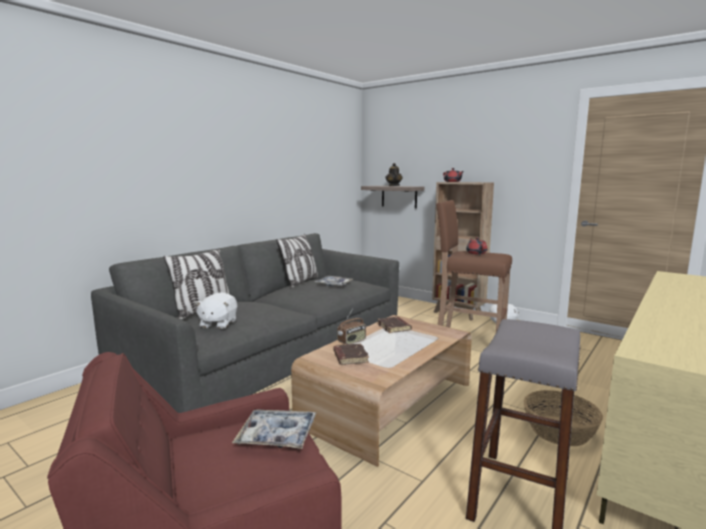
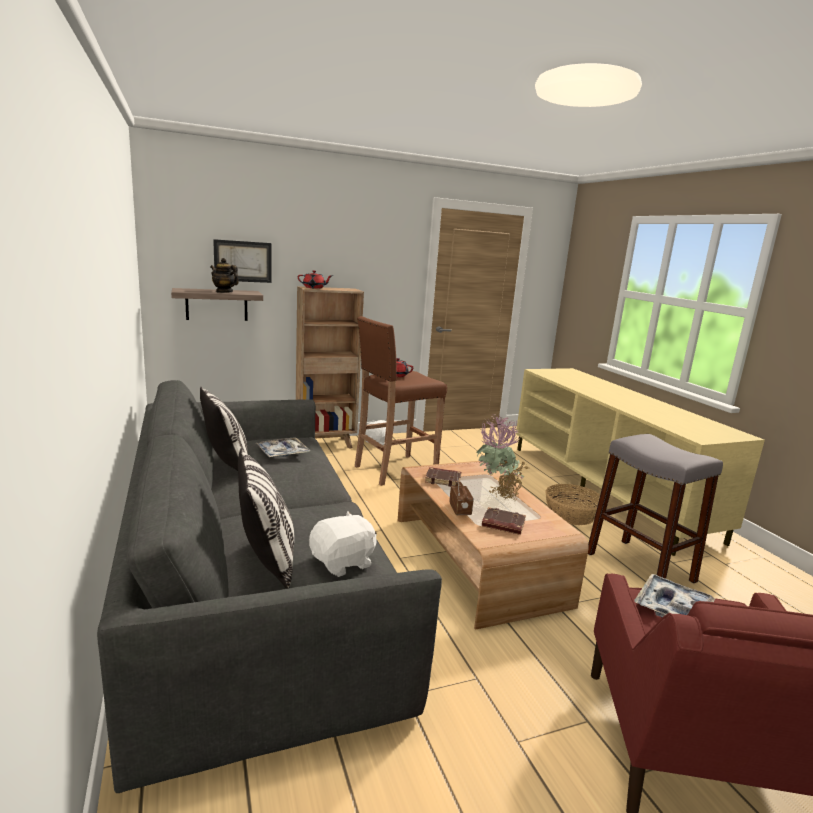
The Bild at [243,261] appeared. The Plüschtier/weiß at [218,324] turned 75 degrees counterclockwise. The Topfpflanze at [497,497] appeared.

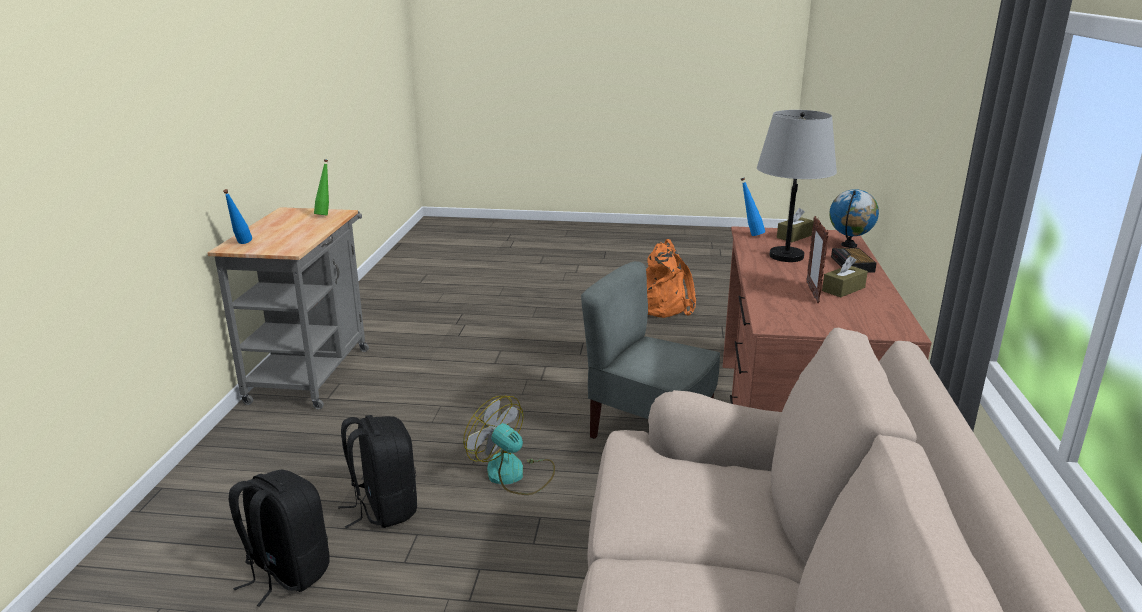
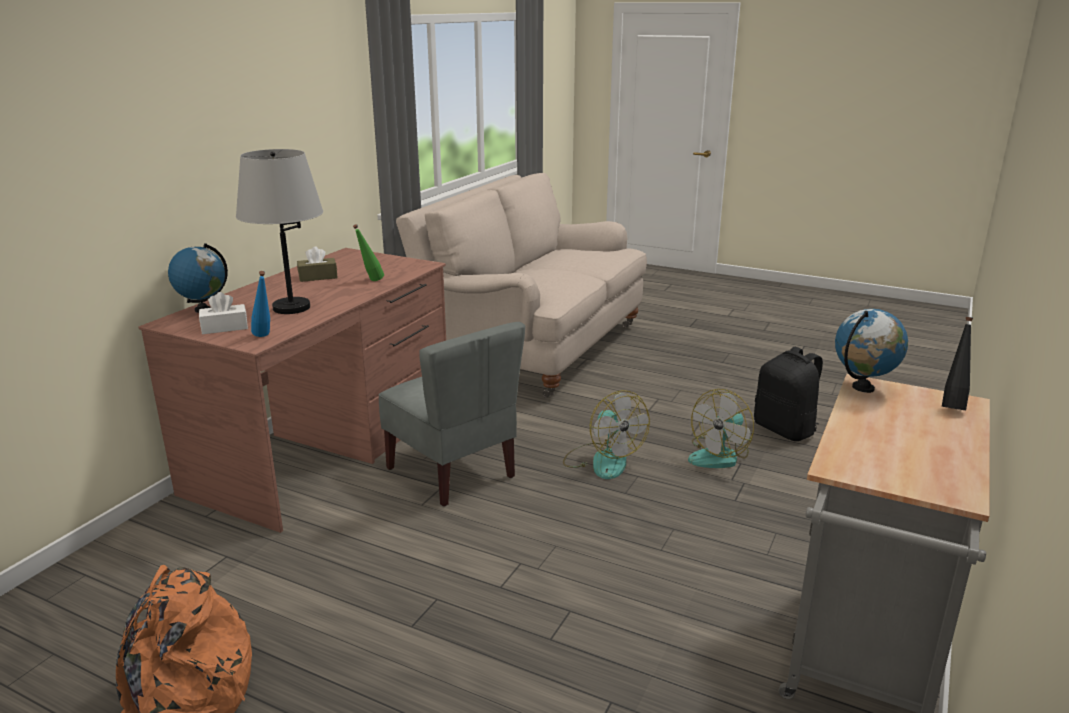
The Taschentuchbox/braun at [794,236] became the Taschentuchbox/weiß at [224,327]. The Flasche/grün moved from [325,214] to [370,281]. The Rucksack/schwarz at [383,508] was replaced by the Ventilator at [719,455]. The Globus at [863,388] appeared. The Flasche/blau at [241,244] became the Flasche/schwarz at [952,406]. The Bilderrahmen at [812,293] disappeared. The Wecker at [852,265] disappeared.

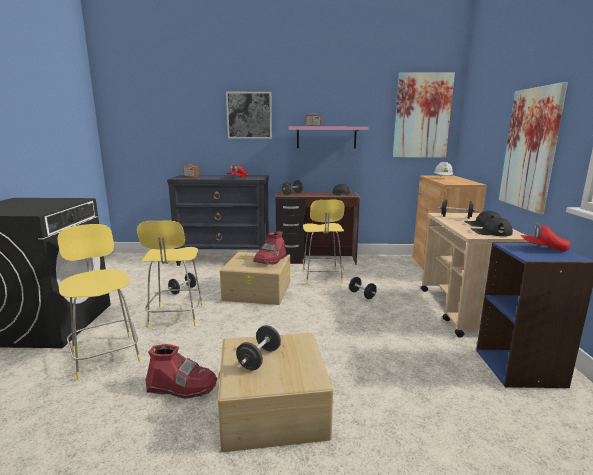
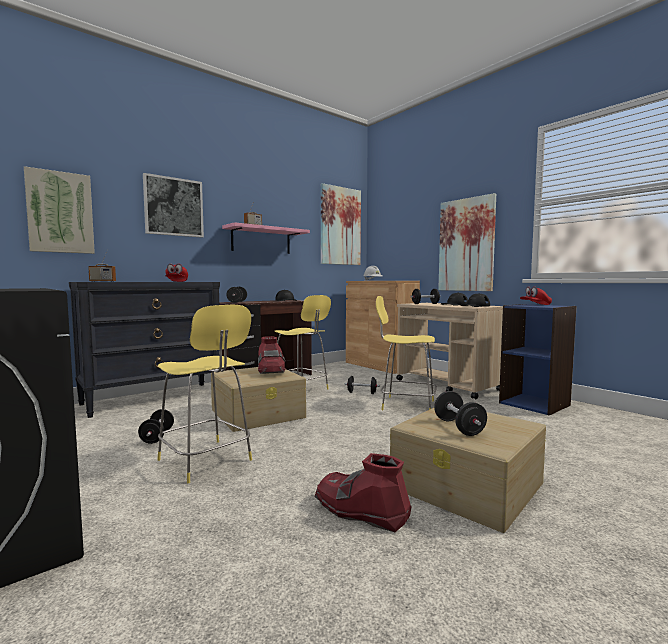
The Bild at [60,212] appeared. The Stiefel/rot at [182,387] turned 120 degrees counterclockwise. The Hocker/gelb moved from [105,355] to [406,405].

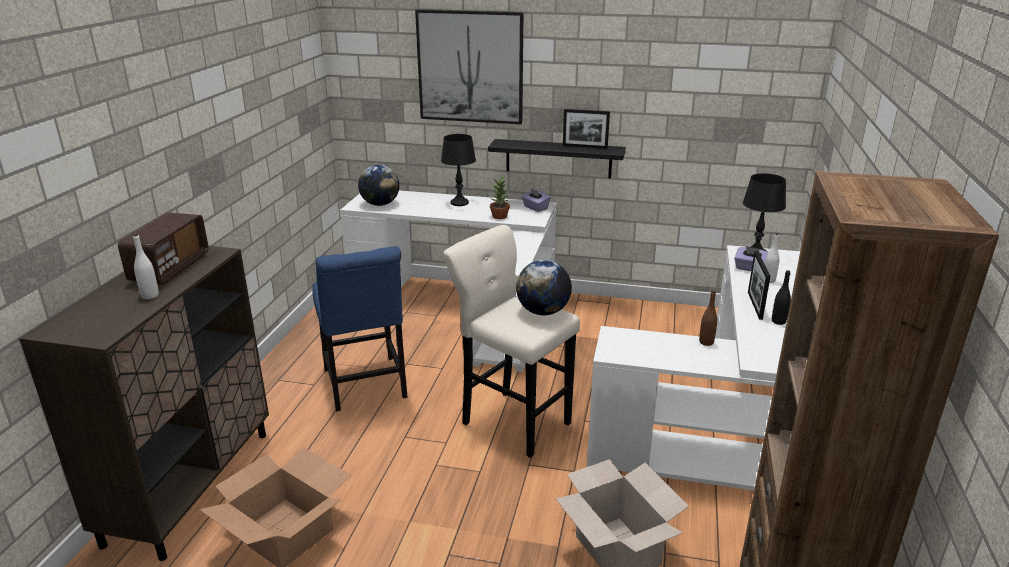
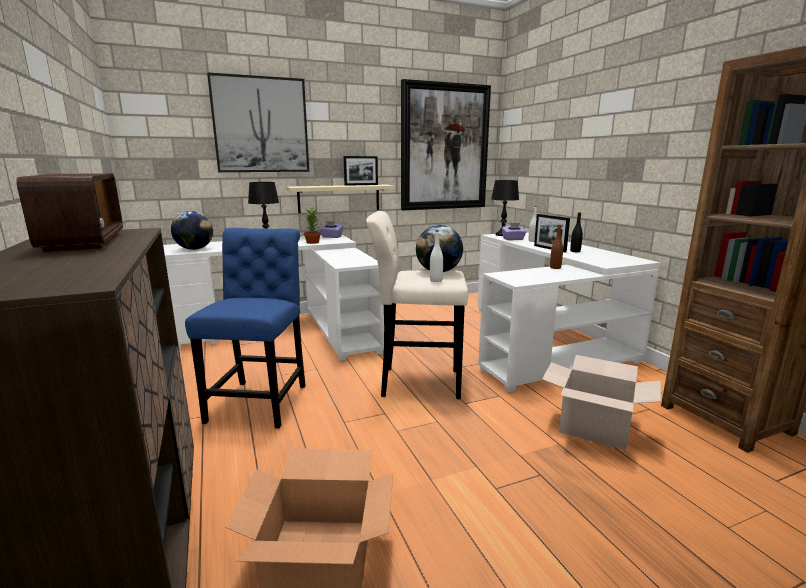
The Stuhl/blau at [365,386] turned 120 degrees counterclockwise. The Wandregal/schwarz at [558,158] became the Wandregal/beige at [339,198]. The Bild at [444,147] appeared. The Flasche/weiß moved from [150,296] to [436,280].

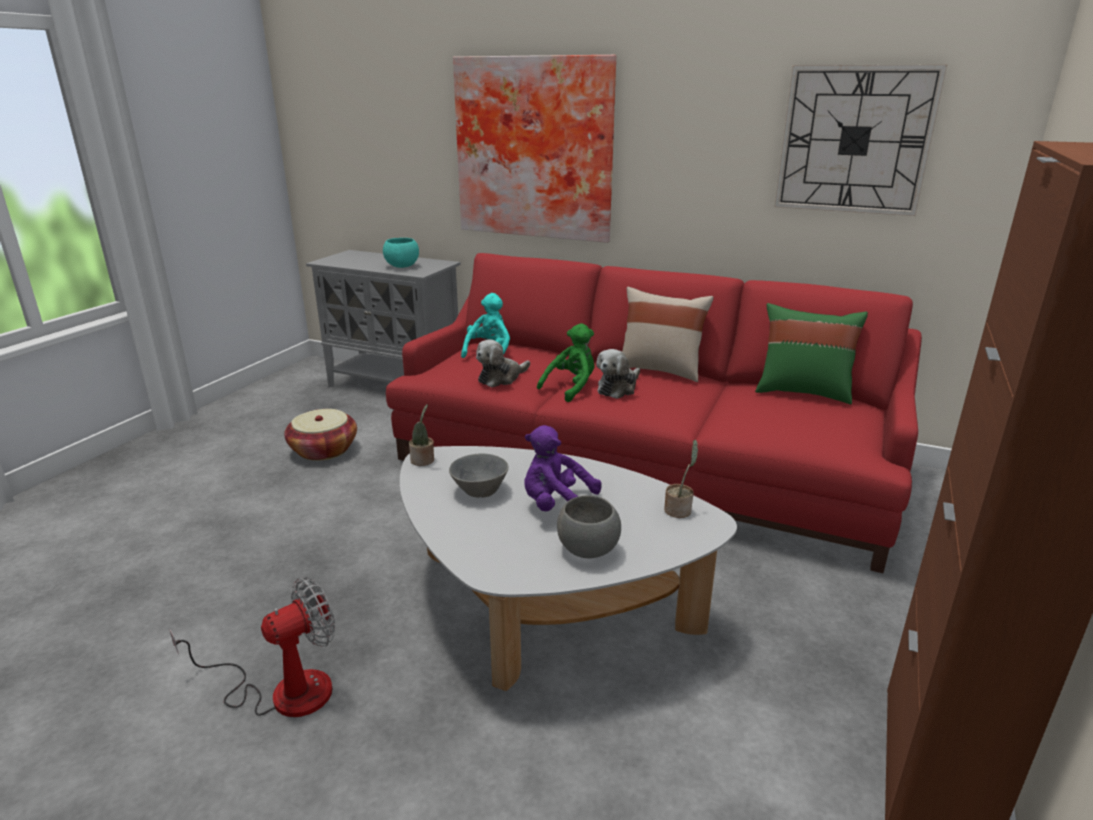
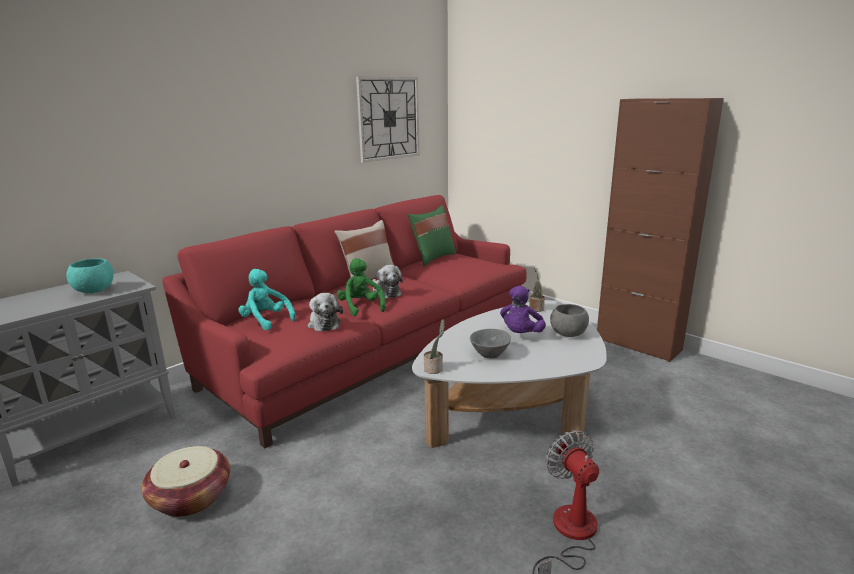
The Bild at [535,149] disappeared.

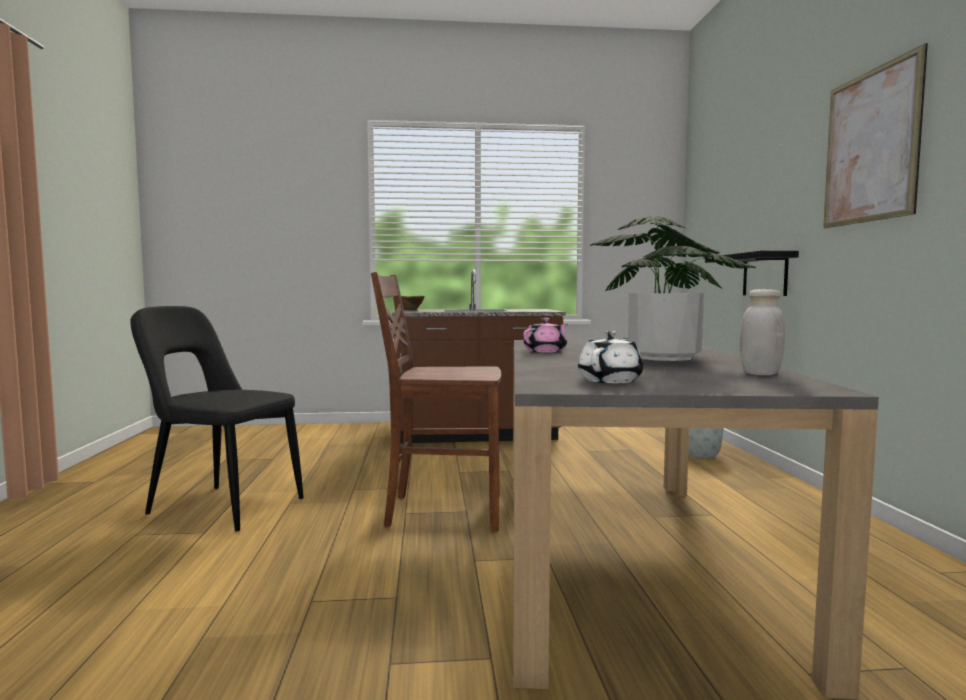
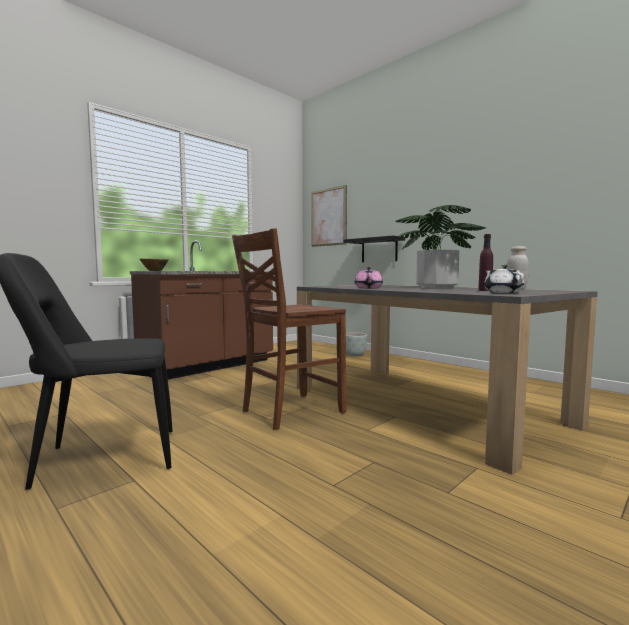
The Bild moved from [870,146] to [328,217]. The Flasche/lila at [485,290] appeared.

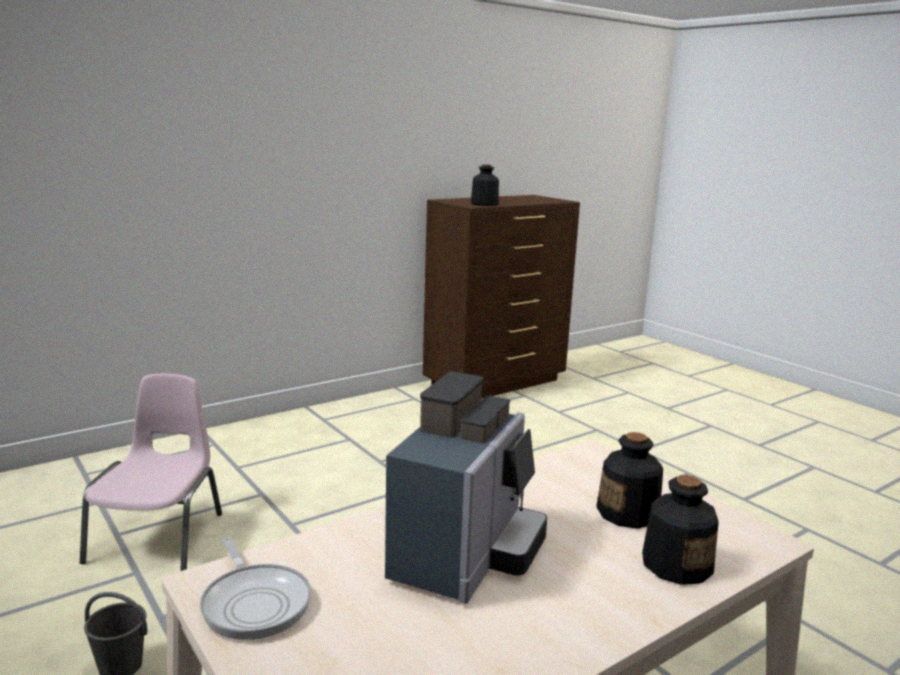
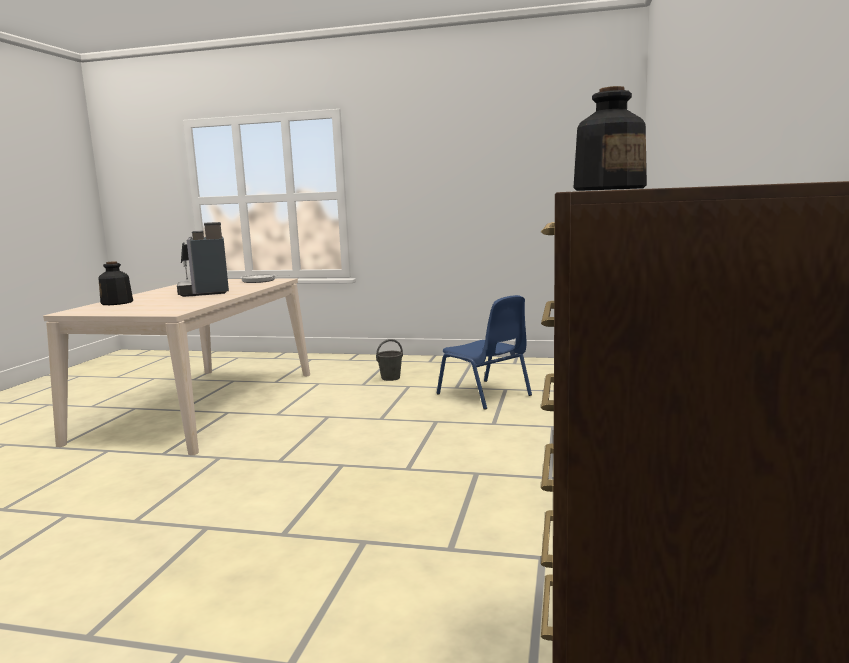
The Stuhl/rosa at [159,536] became the Stuhl/blau at [485,395]. The Flasche at [628,513] disappeared.

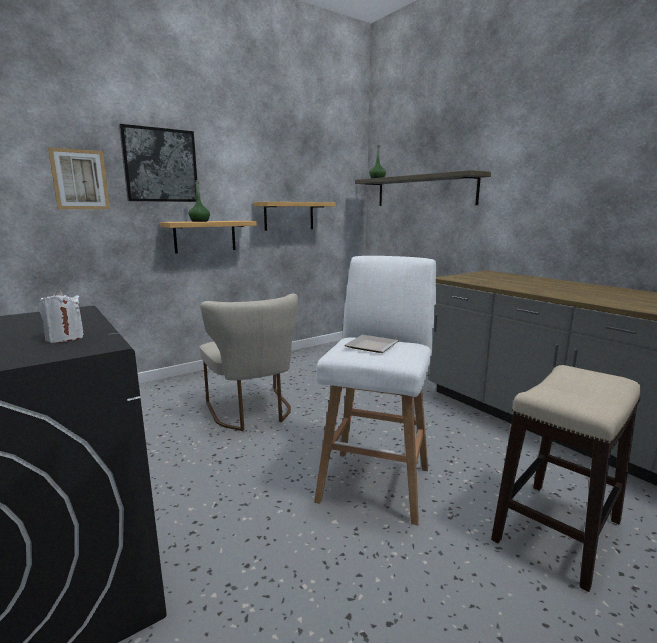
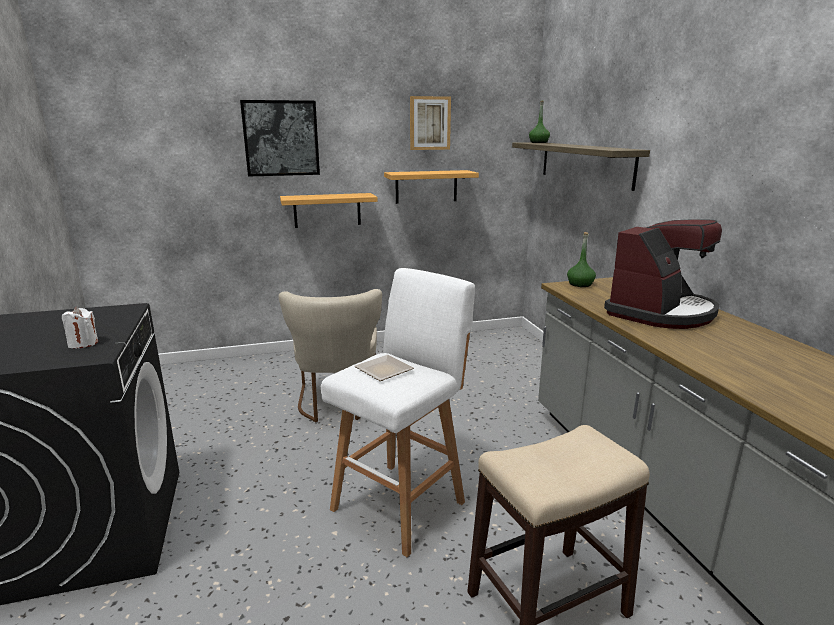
The Bild moved from [80,180] to [429,123]. The Flasche/grün moved from [200,221] to [580,284]. The Kaffeemaschine at [661,312] appeared.

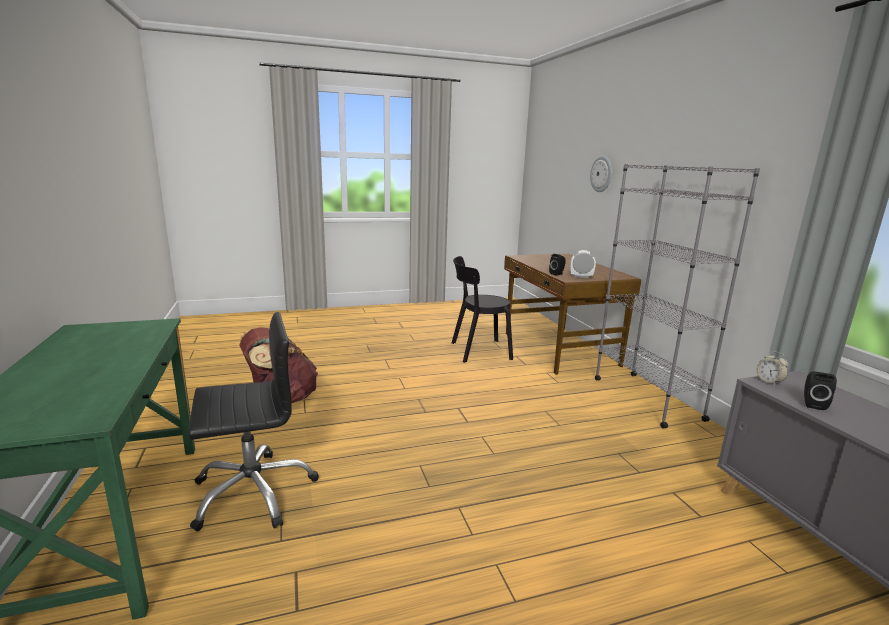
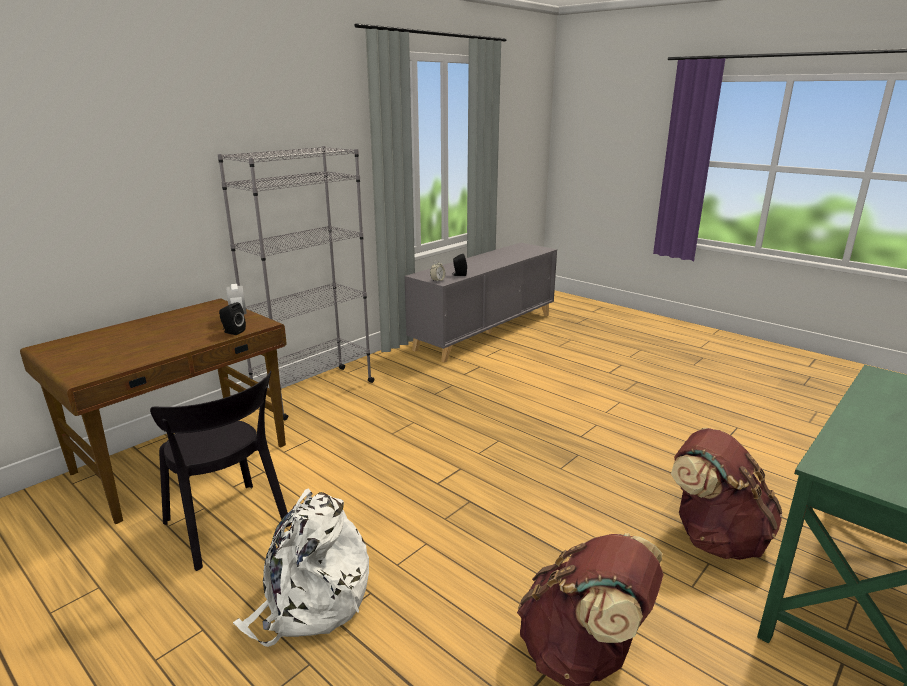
The Rucksack/weiß at [310,601] appeared. The Bürostuhl/schwarz at [253,492] was replaced by the Rucksack/braun at [715,537]. The Wanduhr at [601,174] disappeared.

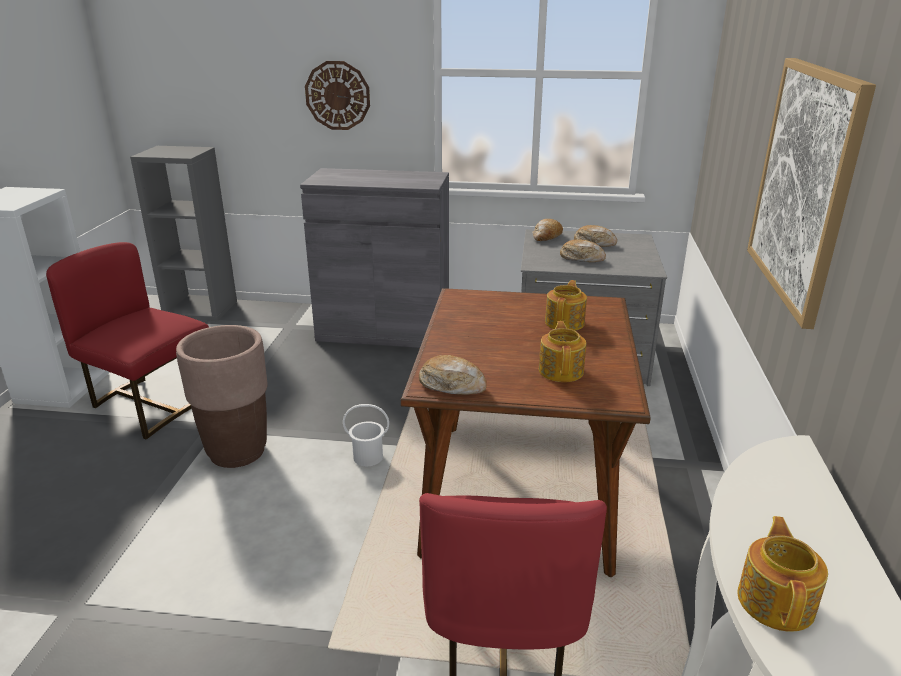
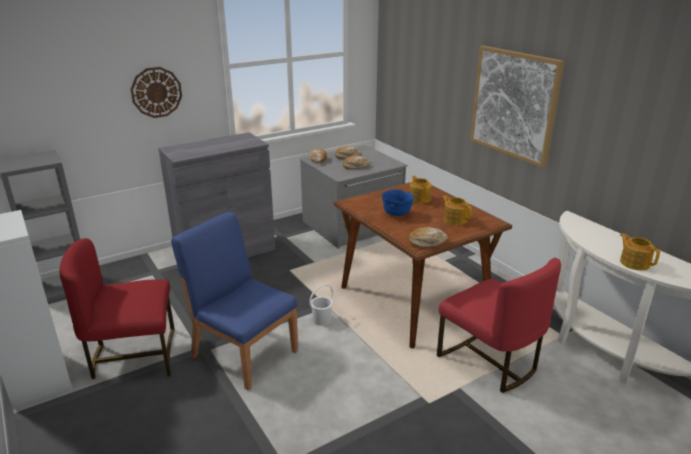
The Pflanzkübel/braun at [237,452] was replaced by the Stuhl/blau at [244,352]. The Schüssel/blau at [396,214] appeared.

